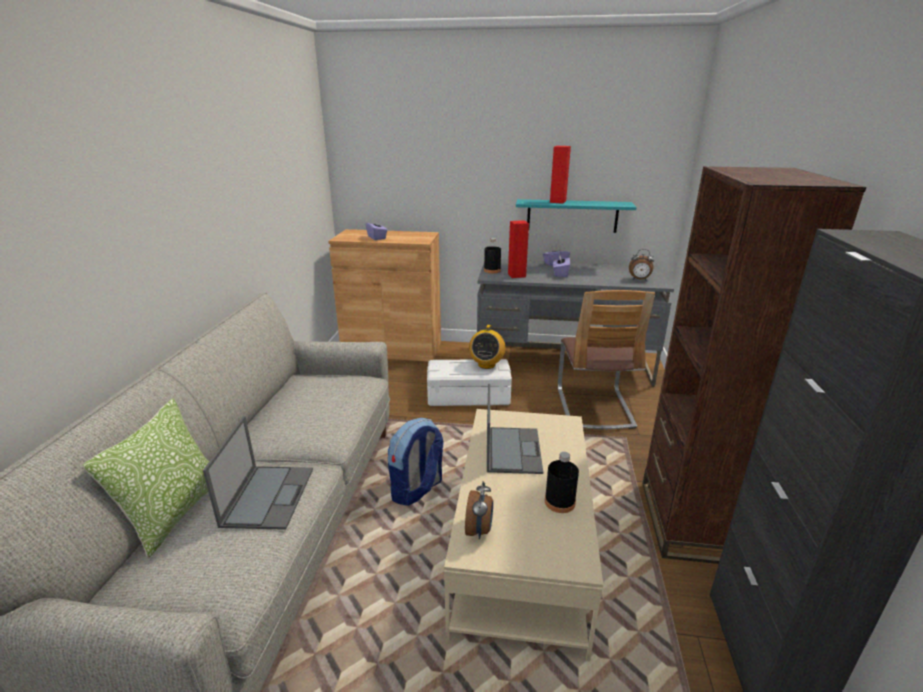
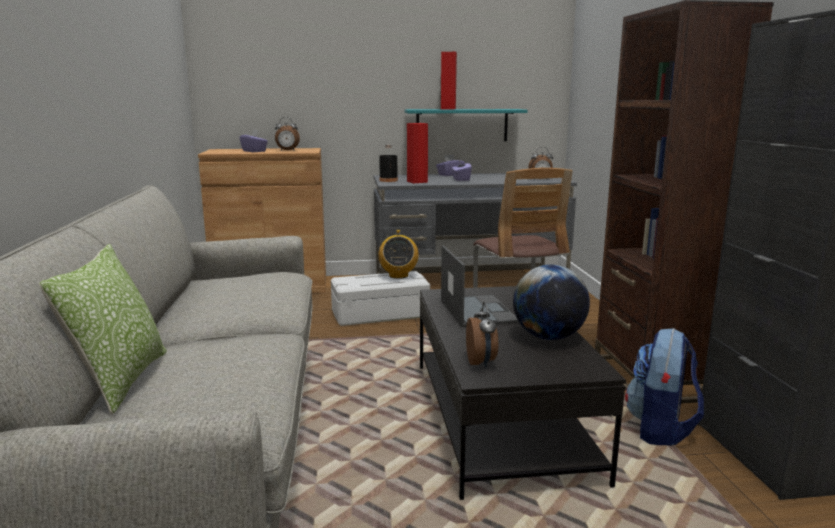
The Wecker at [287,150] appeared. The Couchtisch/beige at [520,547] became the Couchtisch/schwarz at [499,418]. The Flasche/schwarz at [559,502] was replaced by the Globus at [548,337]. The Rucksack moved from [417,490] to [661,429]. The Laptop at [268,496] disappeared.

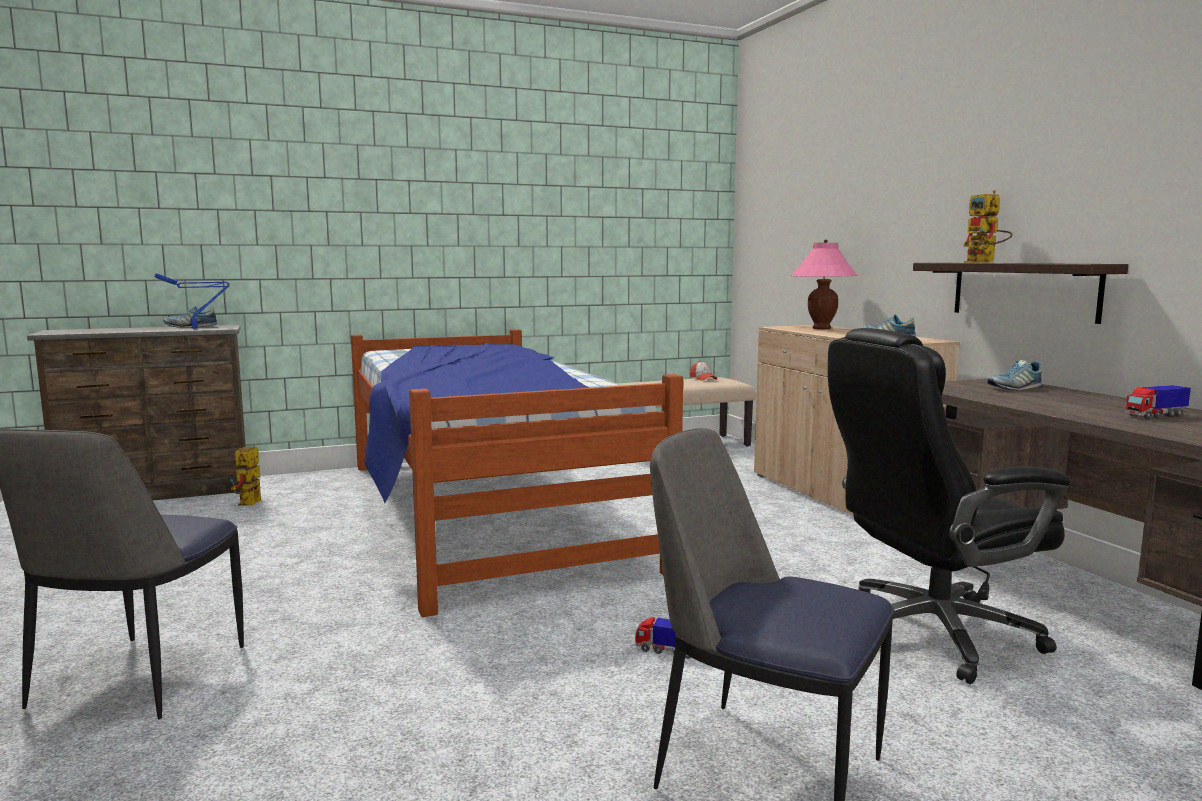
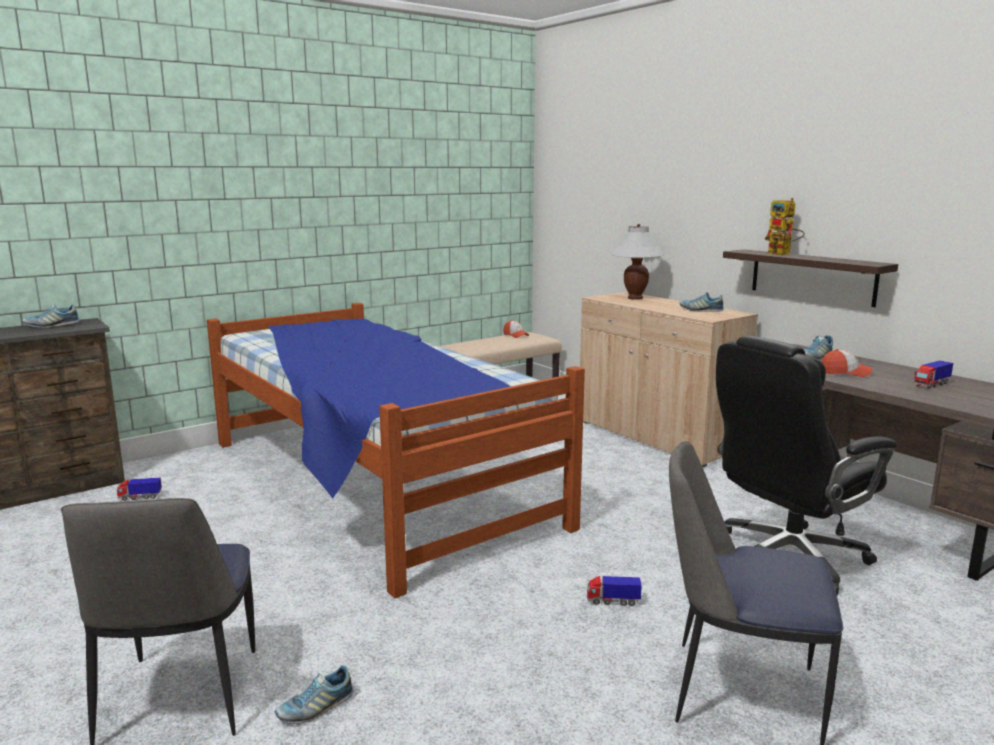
The Spielzeugroboter at [249,504] was replaced by the Spielzeuglaster at [140,497]. The Schuh at [315,708] appeared. The Tischlampe/rosa at [821,328] became the Tischlampe/weiß at [635,298]. The Kappe at [845,373] appeared. The Tischlampe/blau at [197,329] disappeared.

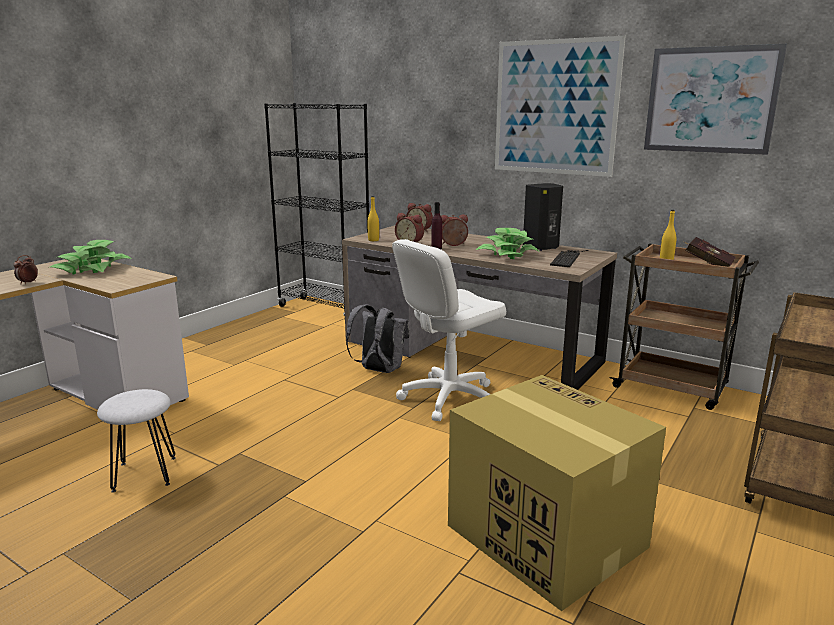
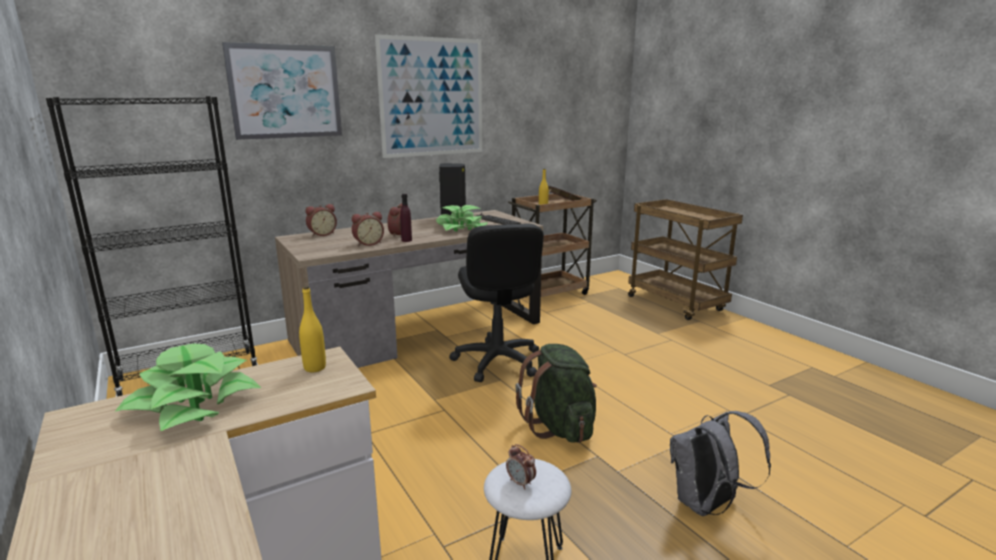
The Bild moved from [710,100] to [285,92]. The Flasche/gelb moved from [373,240] to [315,368]. The Bürostuhl/weiß at [449,398] became the Bürostuhl/schwarz at [497,361]. The Wecker moved from [28,283] to [520,483]. The Rucksack/grün at [560,427] appeared. The Rucksack/grau moved from [379,370] to [706,505]. The Karton at [543,535] disappeared.

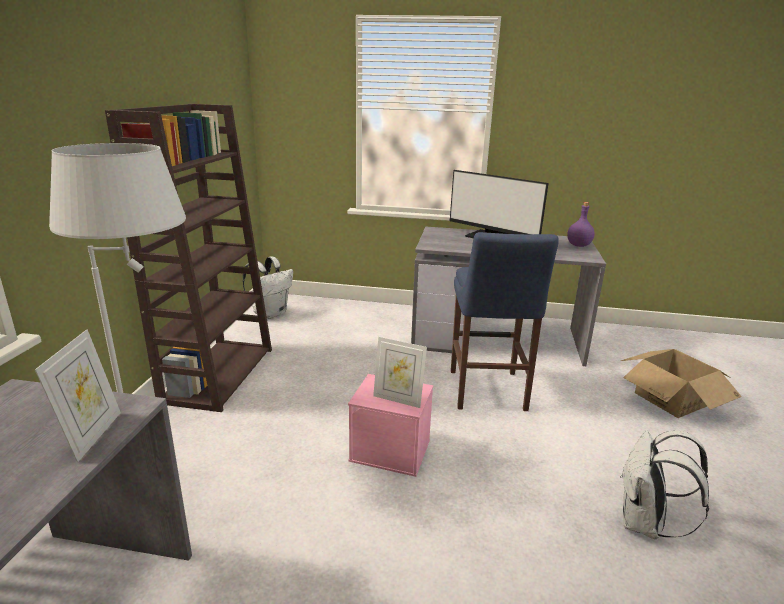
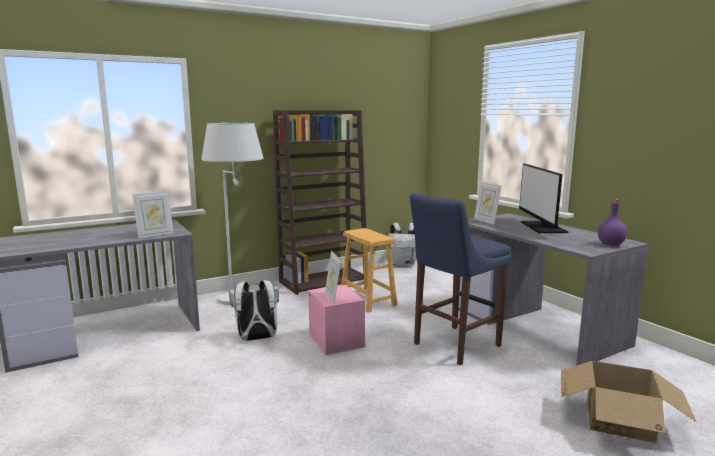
The Rucksack/weiß moved from [645,524] to [256,339]. The Hocker/braun at [367,300] appeared. The Bilderrahmen at [486,221] appeared.

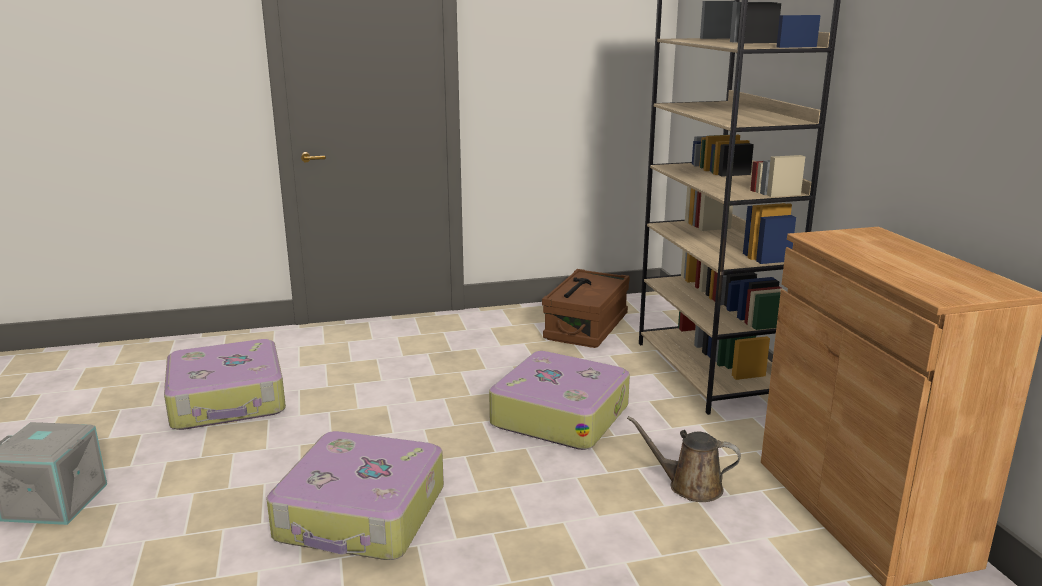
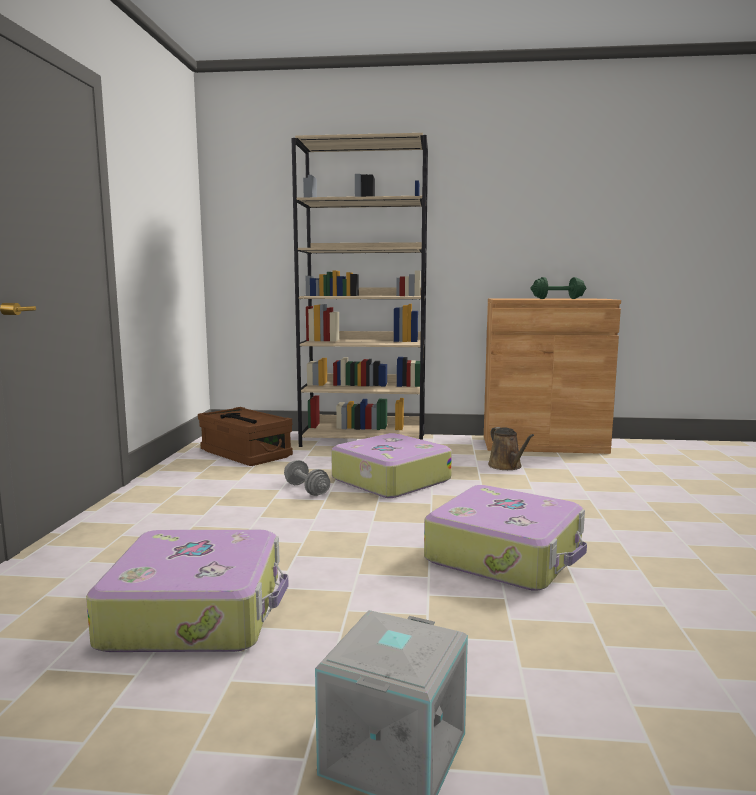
The Hantel/grau at [306,489] appeared. The Gießkanne/braun at [690,486] turned 60 degrees counterclockwise. The Hantel/grün at [557,298] appeared.

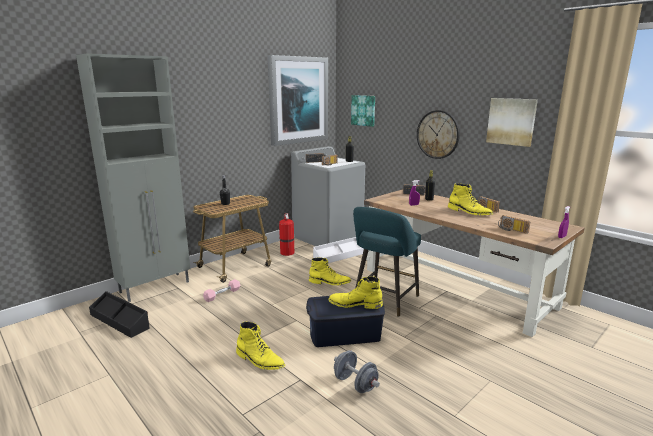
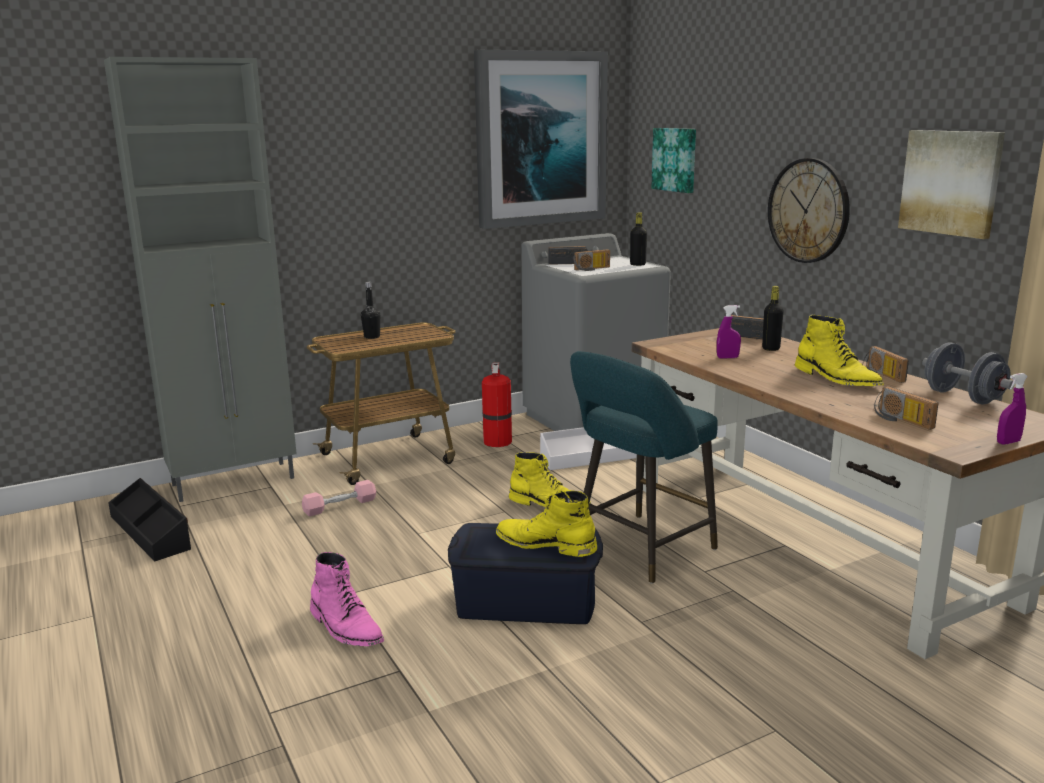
The Stiefel/gelb at [260,360] became the Stiefel/rosa at [346,627]. The Hantel/grau moved from [355,384] to [962,397].

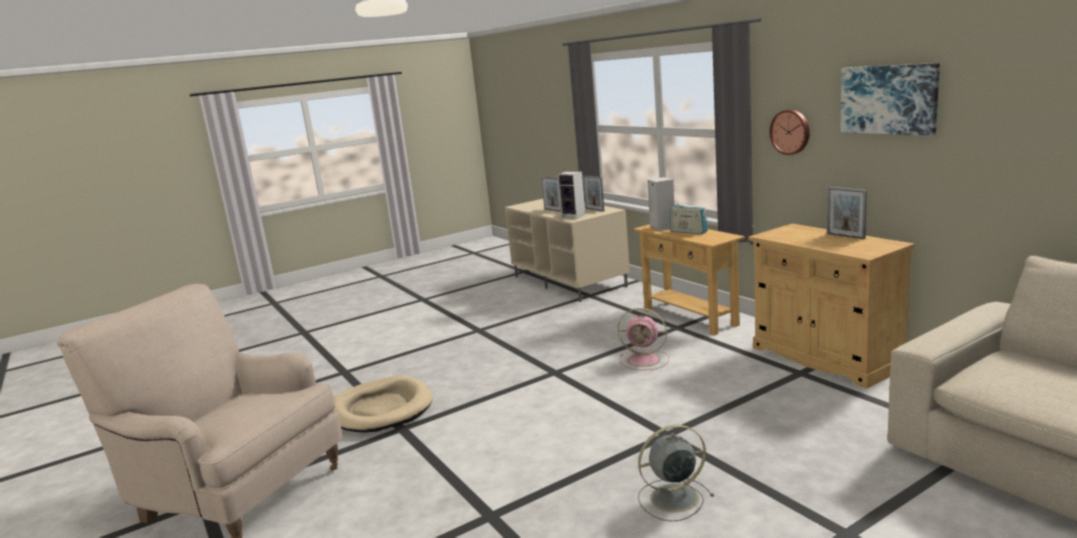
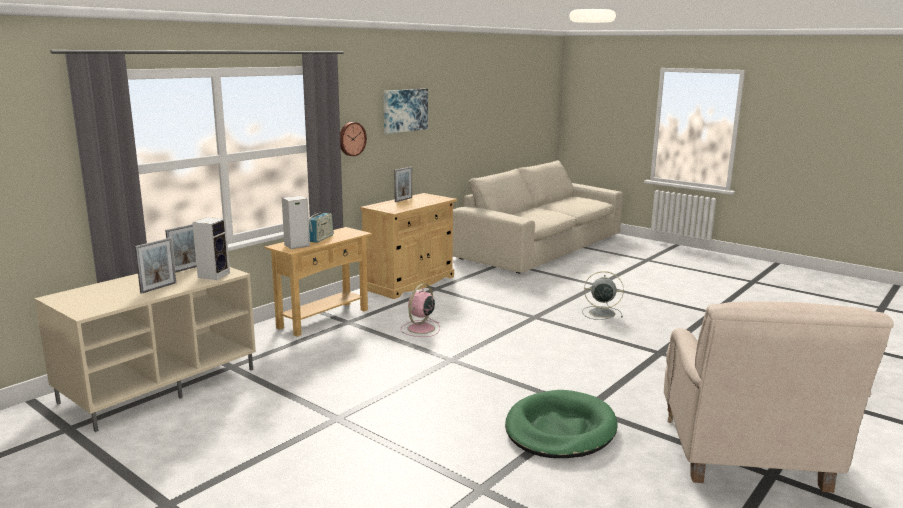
The Ventilator/rosa at [645,360] turned 150 degrees counterclockwise. The Hundebett/beige at [381,409] became the Hundebett/grün at [560,429]. The Ventilator/grau at [672,498] turned 135 degrees clockwise.

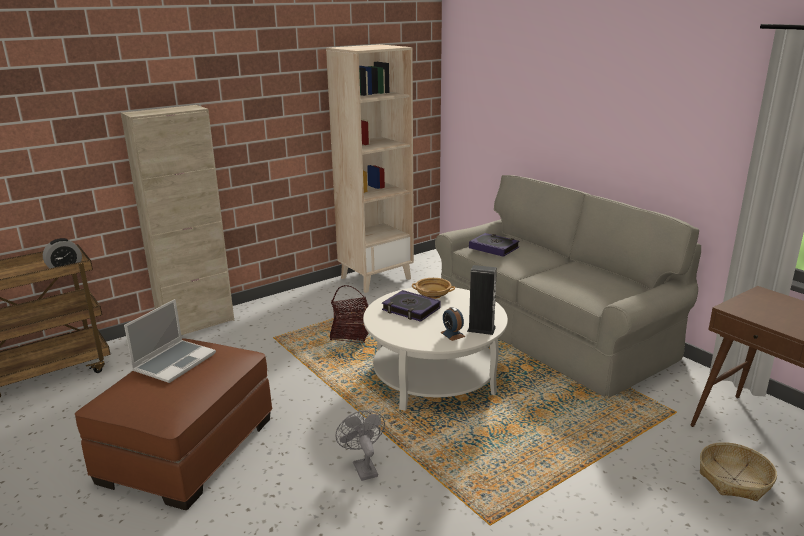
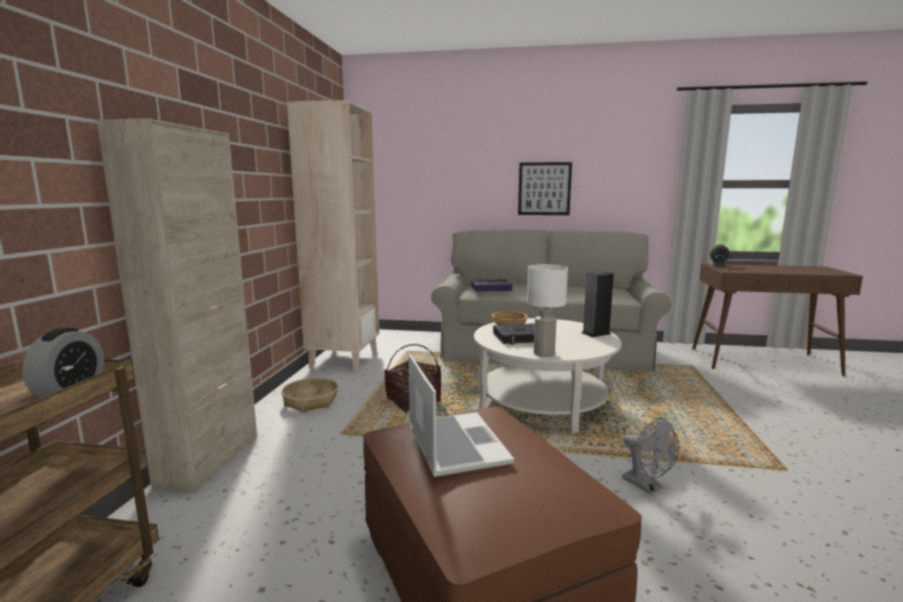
The Korb moved from [734,479] to [311,401]. The Bild at [544,189] appeared. The Tischlampe/weiß at [544,354] appeared. The Ventilator/grau at [363,467] turned 150 degrees counterclockwise. The Wecker moved from [452,334] to [718,265].

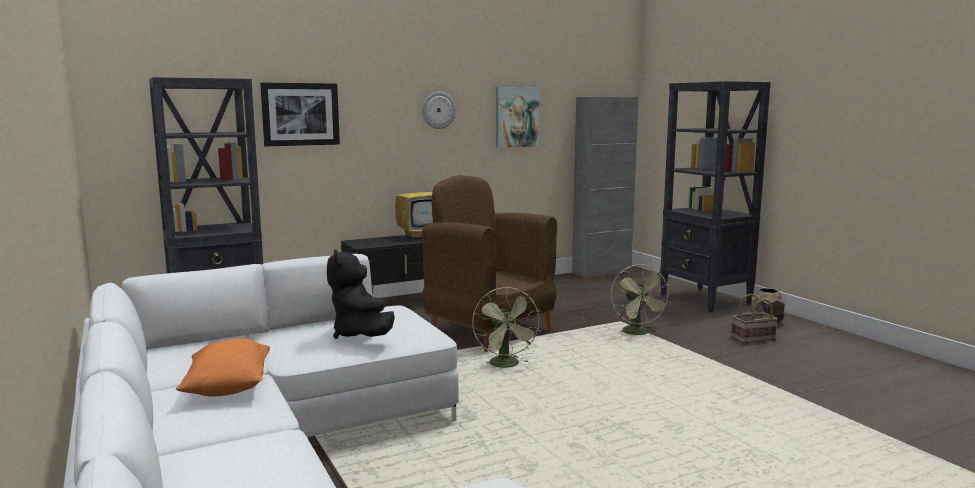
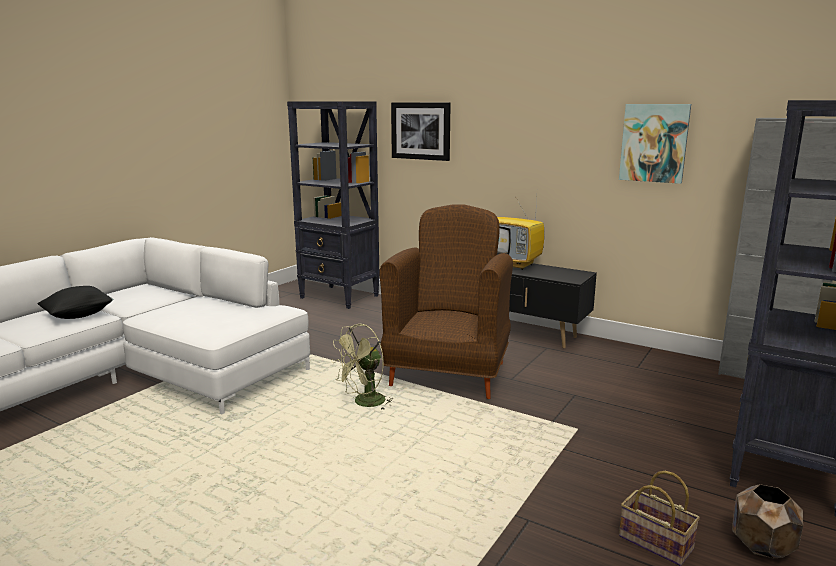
The Kissen/orange at [228,388] became the Kissen/schwarz at [78,315]. The Plüschtier/schwarz at [361,335] disappeared. The Wanduhr at [438,110] disappeared. The Ventilator/grün at [638,333] disappeared.

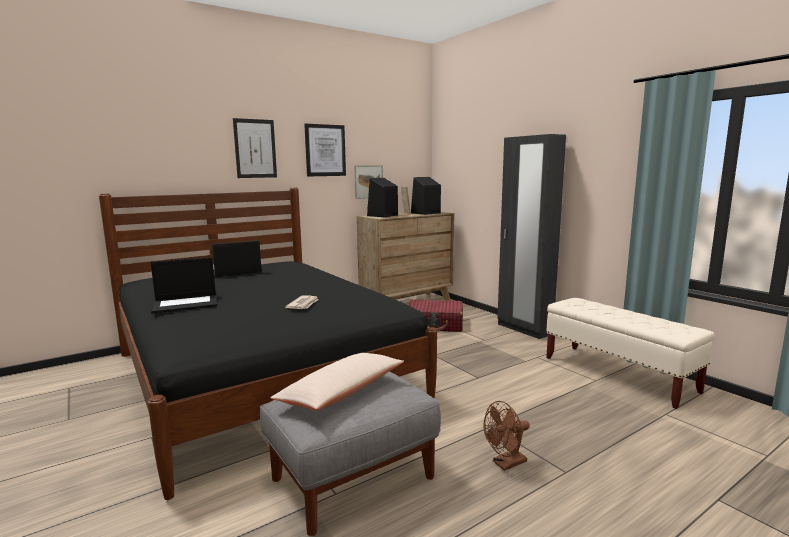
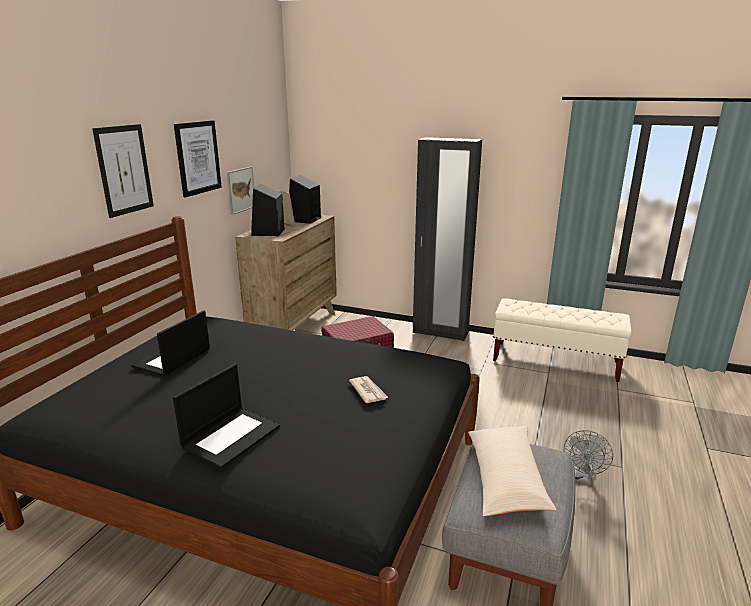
The Ventilator/braun at [506,464] became the Ventilator/grau at [583,478].

